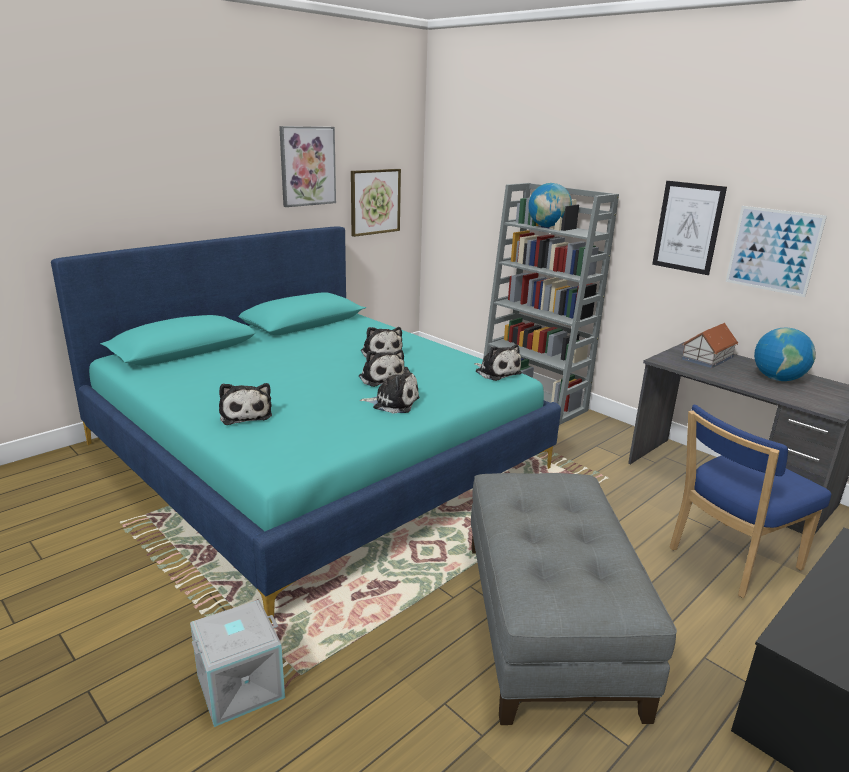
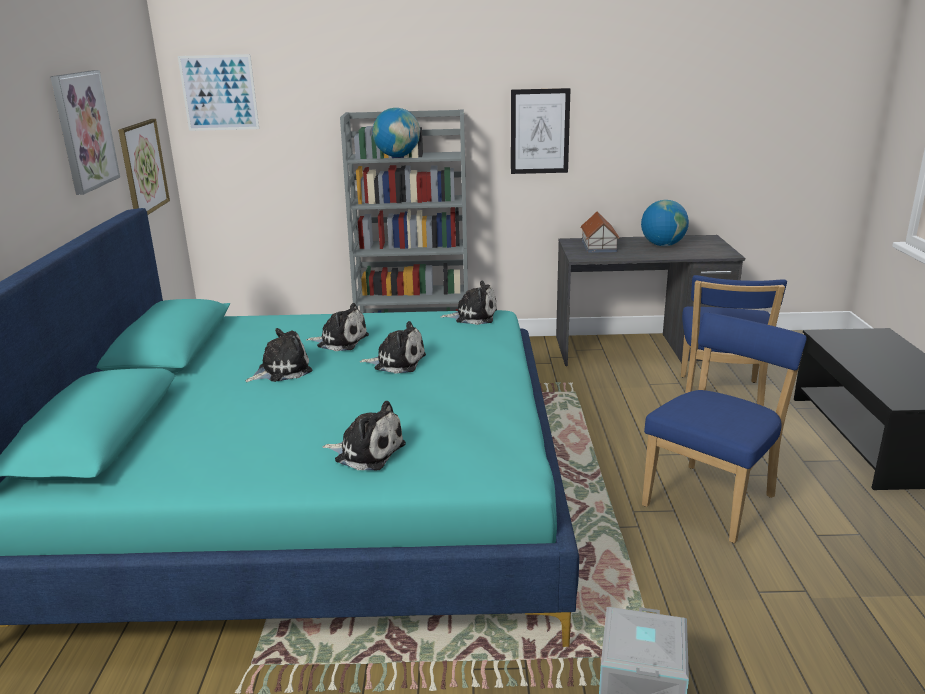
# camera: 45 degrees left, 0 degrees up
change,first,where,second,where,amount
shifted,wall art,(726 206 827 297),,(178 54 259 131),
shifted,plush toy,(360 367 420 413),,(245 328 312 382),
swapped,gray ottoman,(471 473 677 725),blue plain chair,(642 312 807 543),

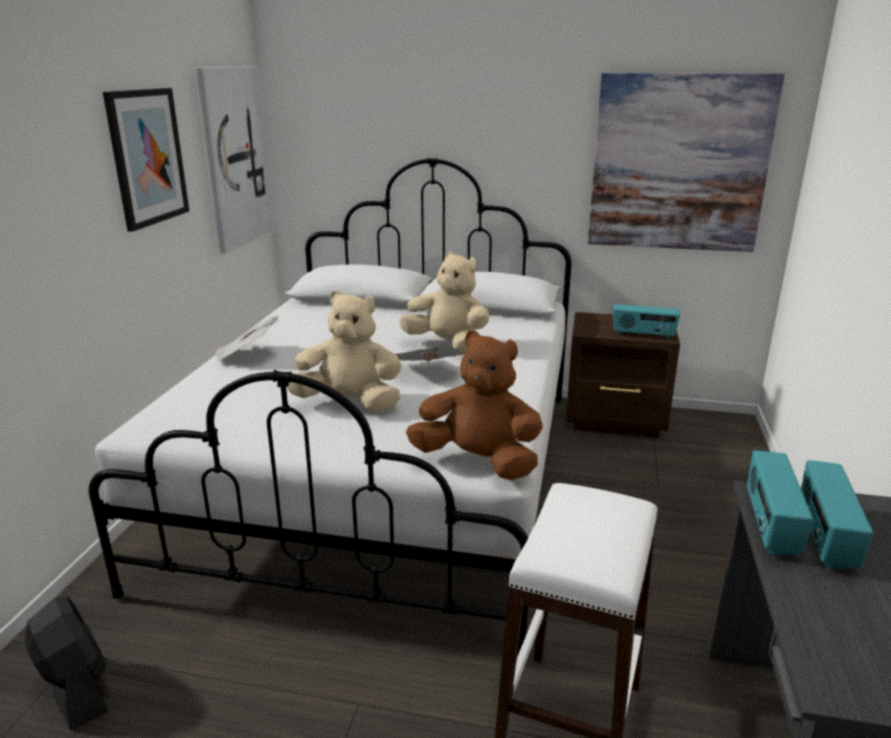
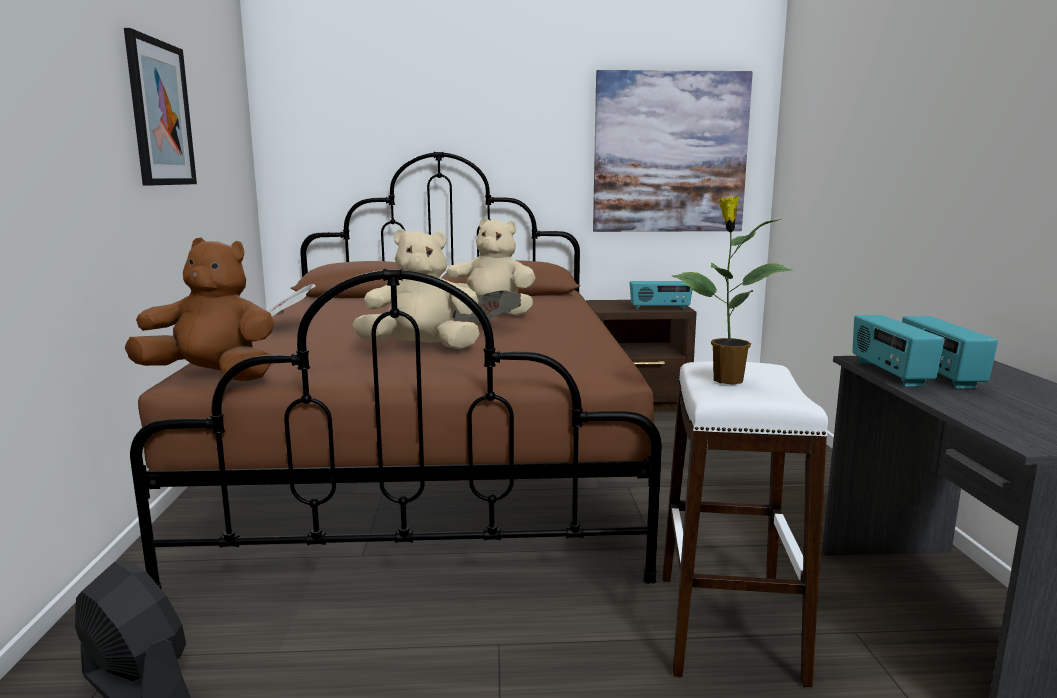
# camera: 15 degrees left, 10 degrees down
change,first,where,second,where,amount
shifted,brown-coloured plush toy,(406 330 543 480),,(124 237 274 381),
repainted,white sleeping bed,(89 158 572 657),brown-coloured sleeping bed,(130 152 662 590),
new,,,plant in a pot,(671 196 793 385),
gone,wall art,(195 66 273 254),,,

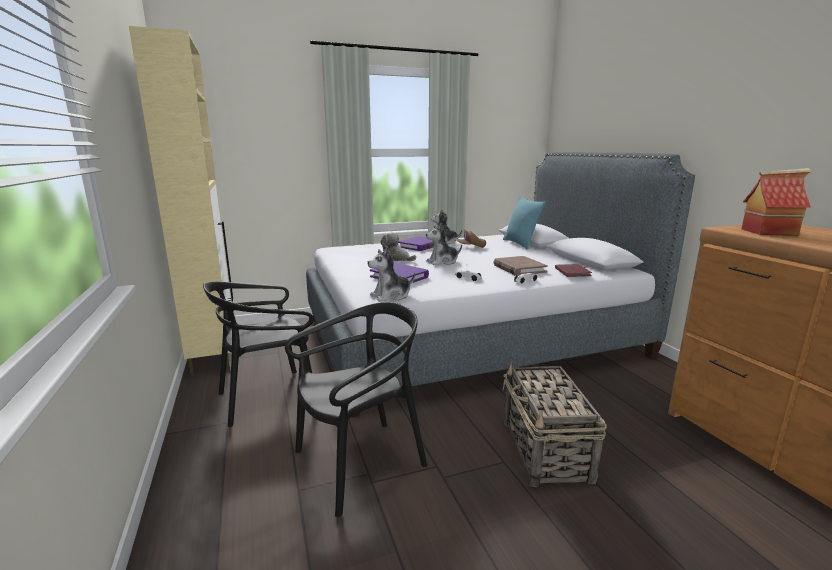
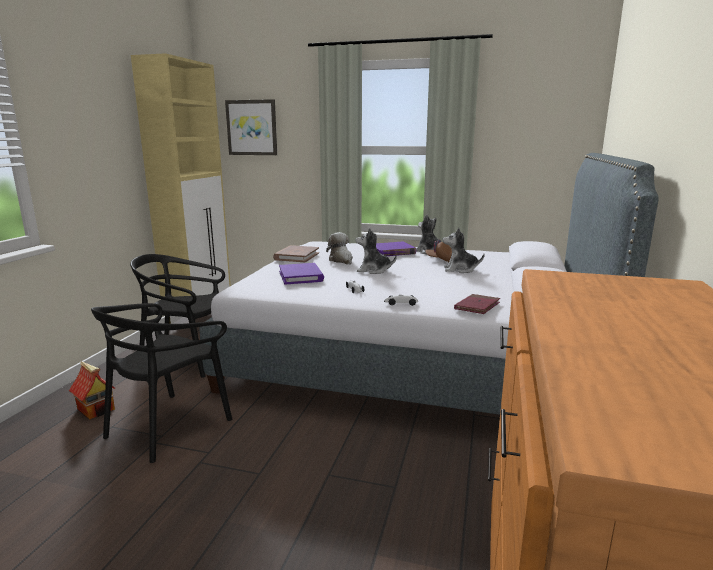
# camera: 35 degrees right, 0 degrees up
change,first,where,second,where,amount
shifted,miniature house,(742 168 811 235),,(69 361 115 420),
rotated,black-coloured plain chair,(285 302 427 517),,(91 303 232 463),120 degrees clockwise
new,,,wall art,(225 99 277 155),
shifted,brown-coloured volume,(494 256 548 276),,(273 245 319 262),
shifted,plush toy,(368 246 415 302),,(443 228 485 273),
gone,turquoise pillow,(503 196 546 249),,,
gone,basket,(503 362 607 487),,,

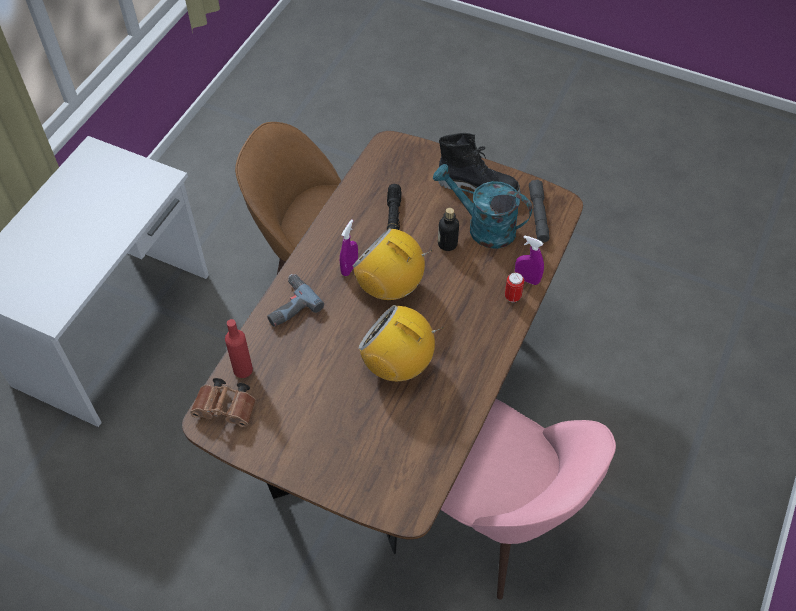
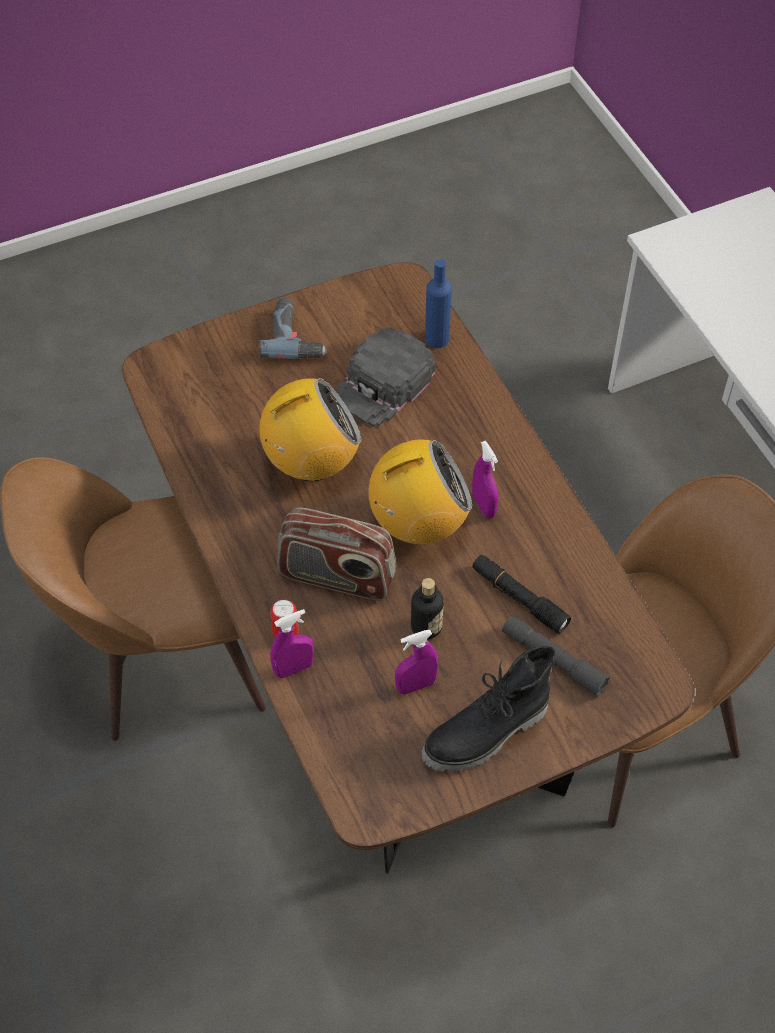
# camera: 130 degrees right, 0 degrees up
change,first,where,second,where,amount
repainted,pink-coloured plain chair,(441 399 616 600),brown-coloured plain chair,(0 457 266 741),
shifted,power drill,(267 274 324 327),,(258 298 327 359),
new,,,radio receiver,(277 507 396 601),
new,,,black-coloured cap,(336 328 436 427),
swapped,turquoise watering pot,(433 164 532 249),purple-coloured hand sprayer,(395 630 438 695),
repainted,red bottle,(225 319 253 378),blue bottle,(425 259 452 348),
shifted,gray flashlight,(529 180 549 243),,(502 615 610 697),
gone,brown-coloured binoculars,(190 378 256 427),,,

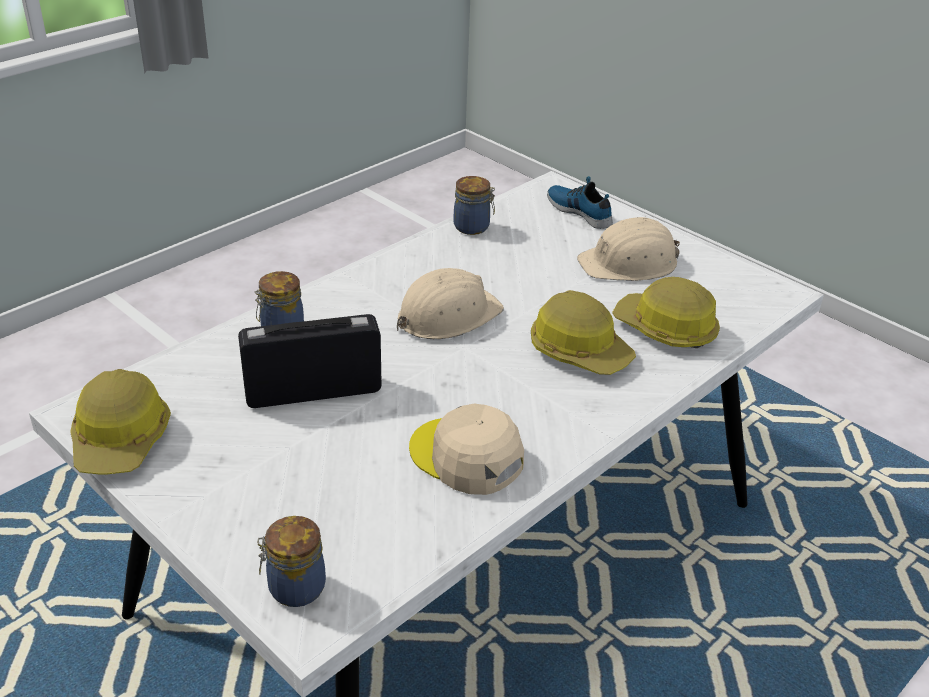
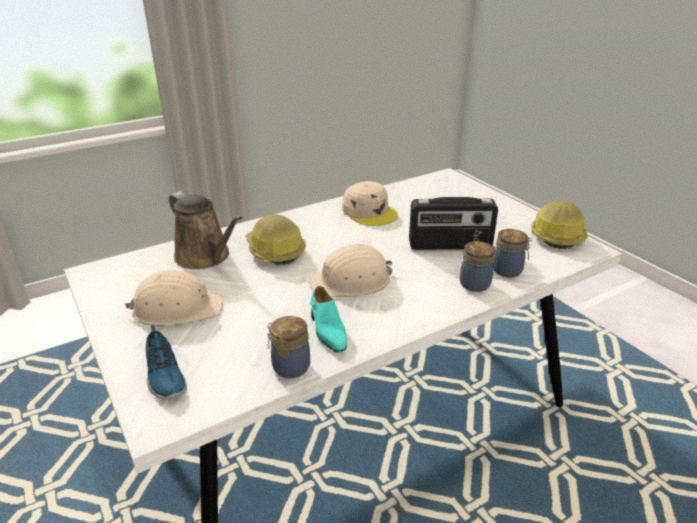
# camera: 165 degrees left, 5 degrees down
change,first,where,second,where,amount
swapped,safety helmet,(612 277 720 348),brown-coloured watering pot,(169 191 242 269),
new,,,turquoise low shoe,(310 286 347 353),
shifted,preserve jar,(257 516 326 607),,(493 229 532 278),

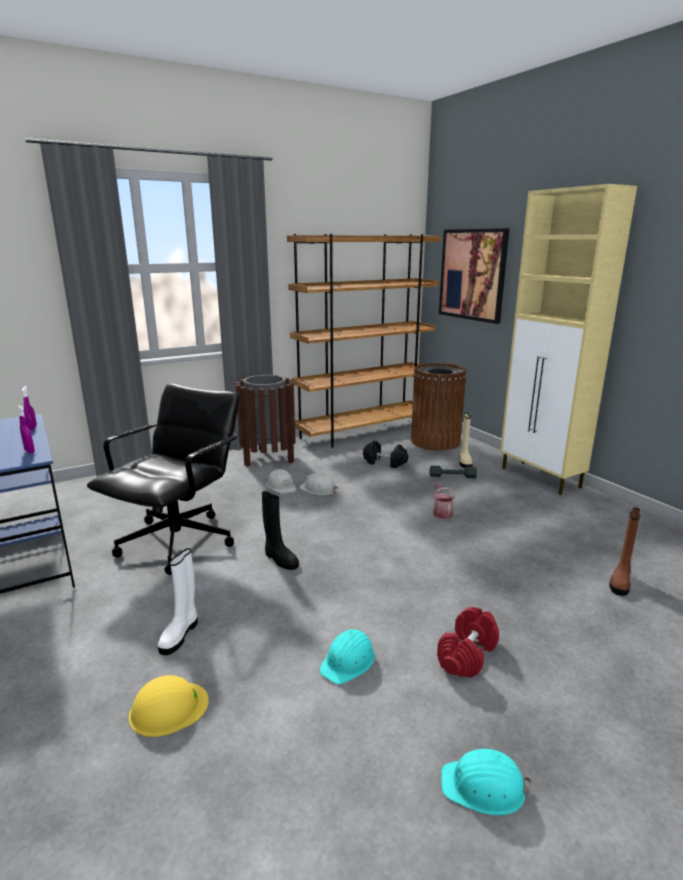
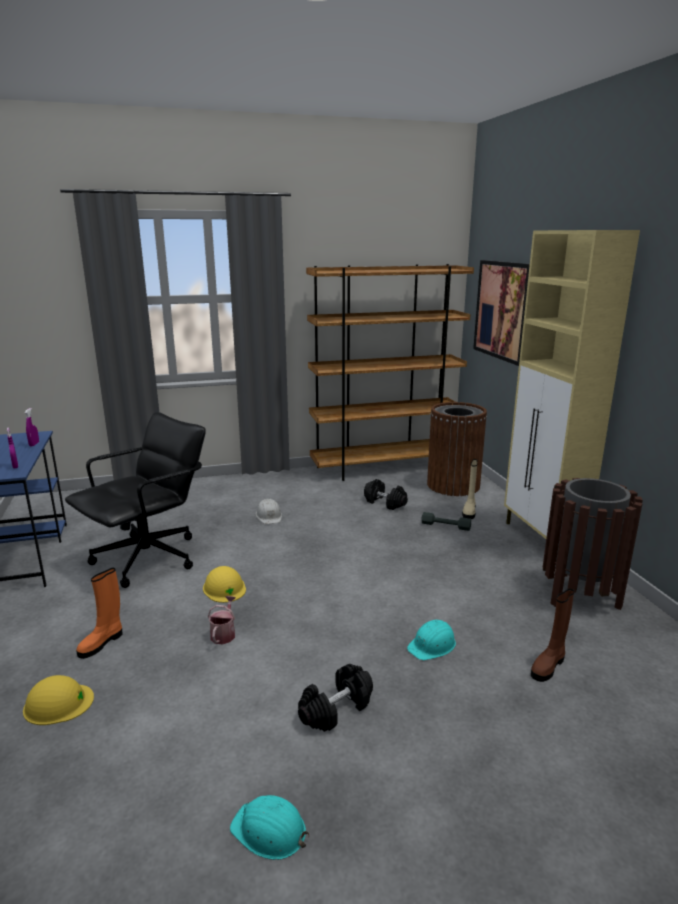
# camera: 15 degrees right, 0 degrees up
change,first,where,second,where,amount
repainted,white tall boot,(158 548 198 655),orangey tall boot,(76 568 123 659),
swapped,black-coloured tall boot,(262 491 299 570),yellowish safety helmet,(203 566 246 603),
shifted,watering pot,(433 484 455 519),,(208 596 236 644),
repainted,red free weight,(437 607 499 678),black-coloured free weight,(298 664 373 732),
shifted,turquoise safety helmet,(319 629 375 684),,(407 620 456 660),
shifted,brown-coloured rubbish bin,(235 375 296 467),,(543 478 643 610),
gone,white safety helmet,(299 473 338 495),,,

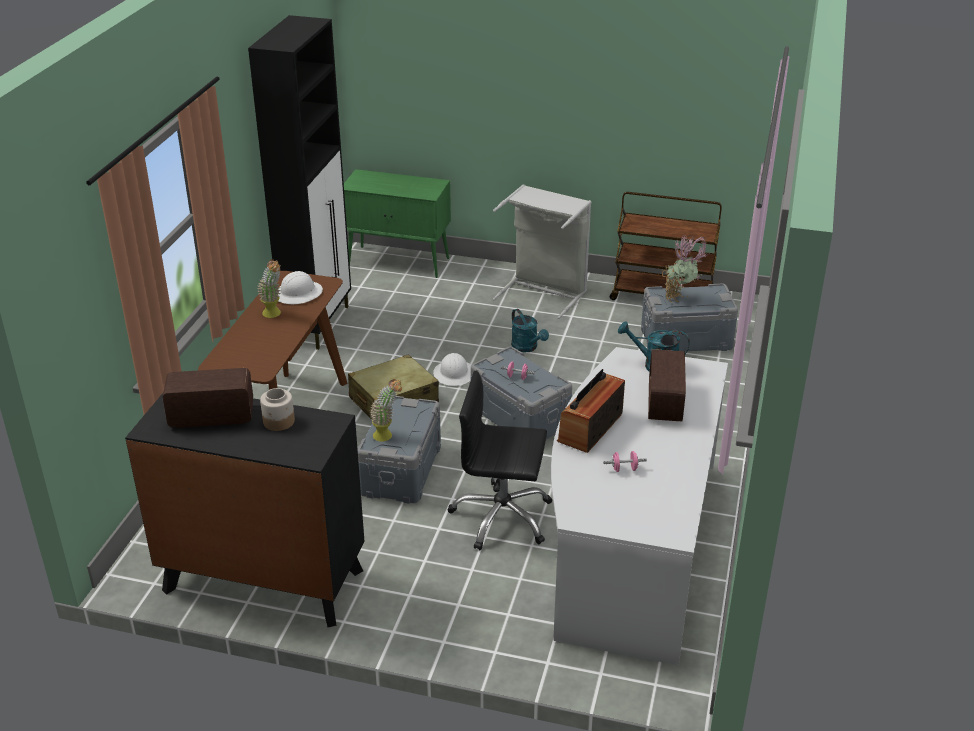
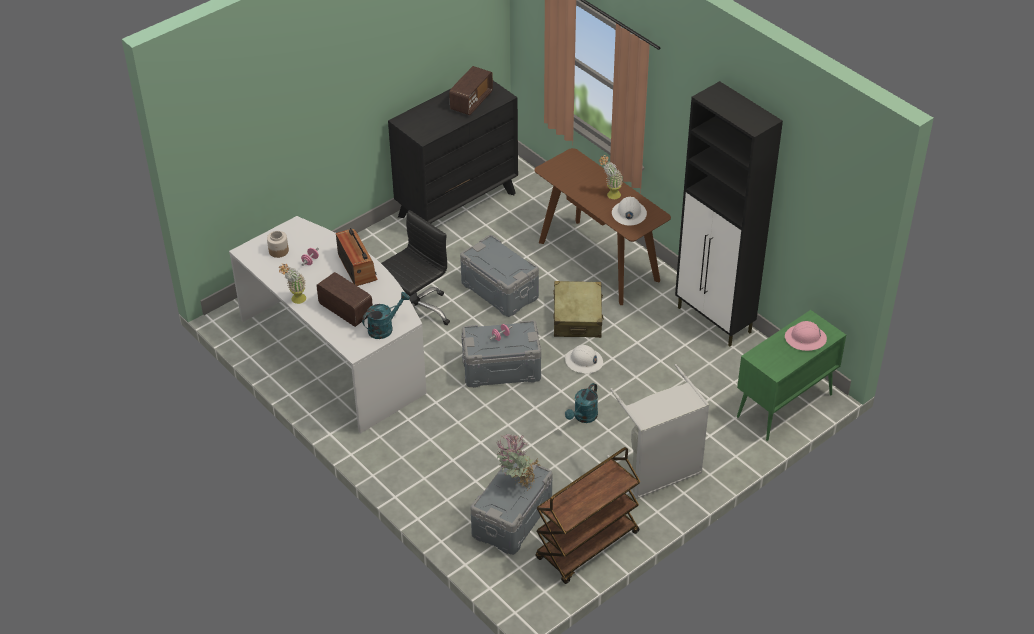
# camera: 125 degrees right, 10 degrees up
change,first,where,second,where,amount
shifted,preserve jar,(260 388 295 431),,(267 231 289 258),
shifted,plant in a pot,(370 379 402 441),,(279 264 306 304),
rotated,turquoise watering pot,(511 309 549 353),,(565 383 598 423),60 degrees counterclockwise
new,,,pink-coloured safety helmet,(785 321 827 351),

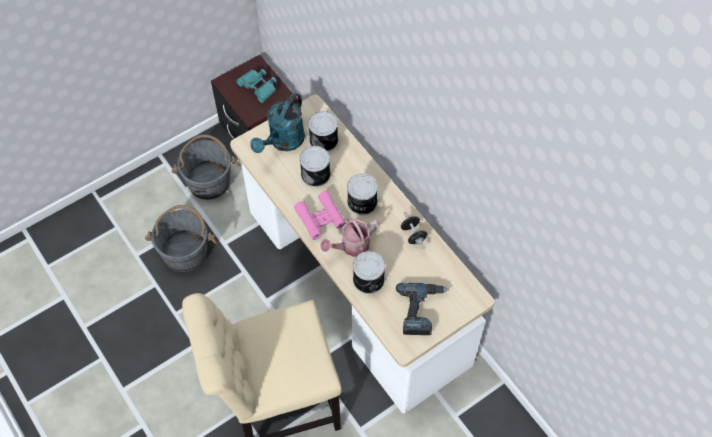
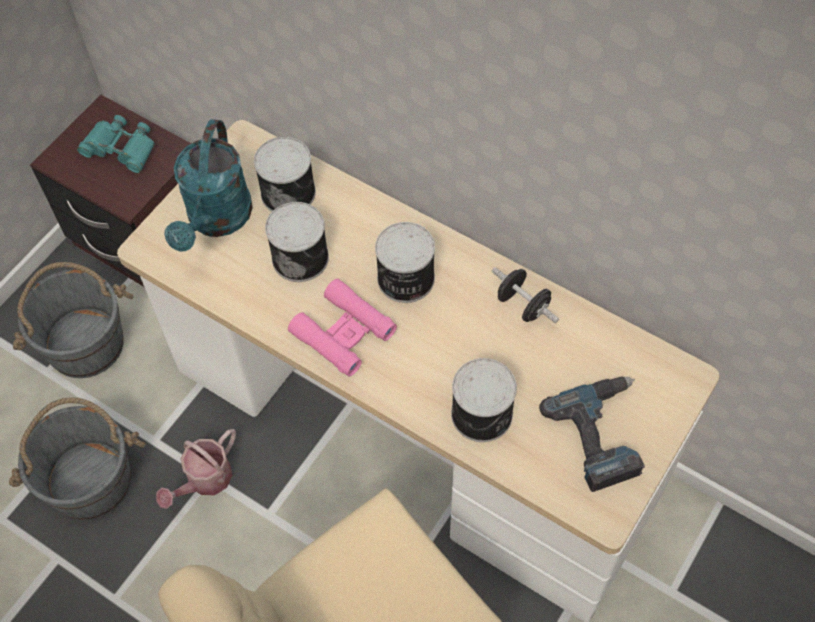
# camera: 20 degrees left, 0 degrees up
change,first,where,second,where,amount
shifted,watering pot,(320 217 380 257),,(156 429 236 509),

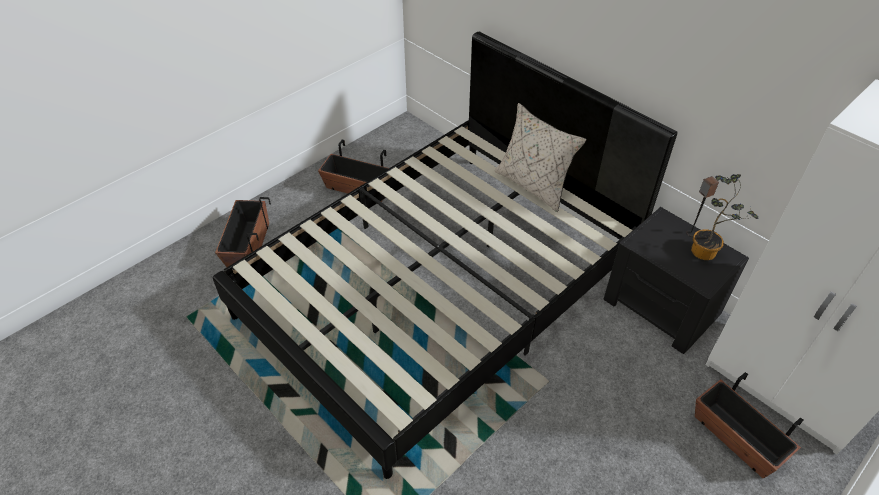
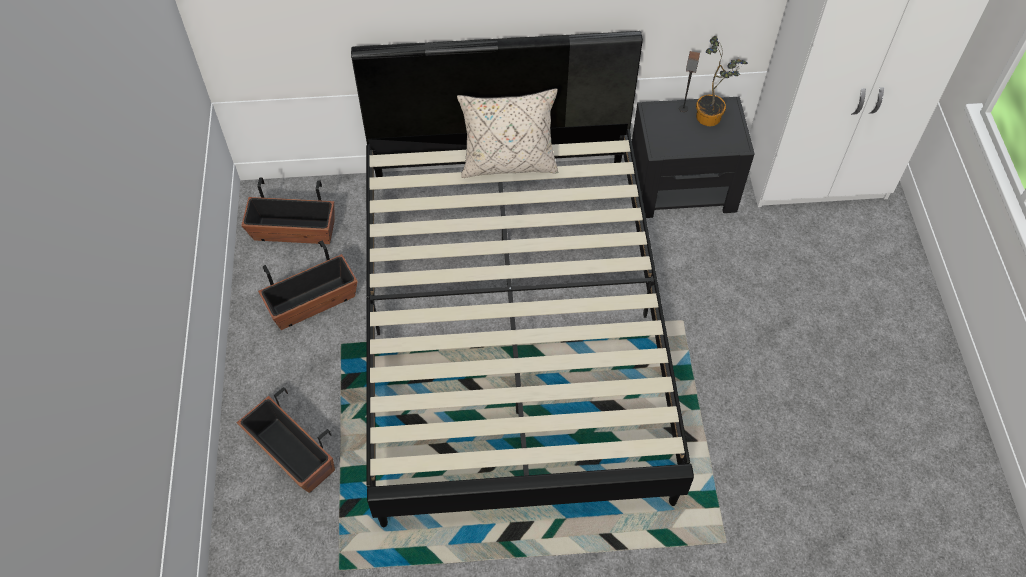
# camera: 50 degrees left, 10 degrees up
change,first,where,second,where,amount
shifted,plant pot,(695 372 803 478),,(241 178 335 244),

